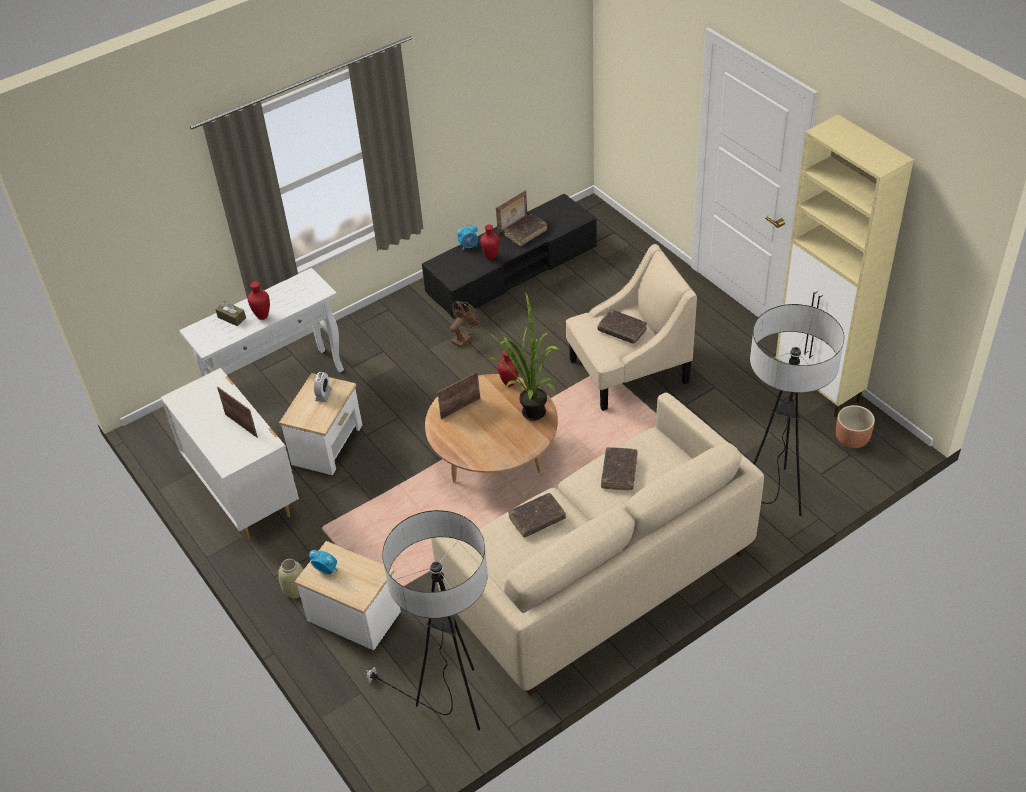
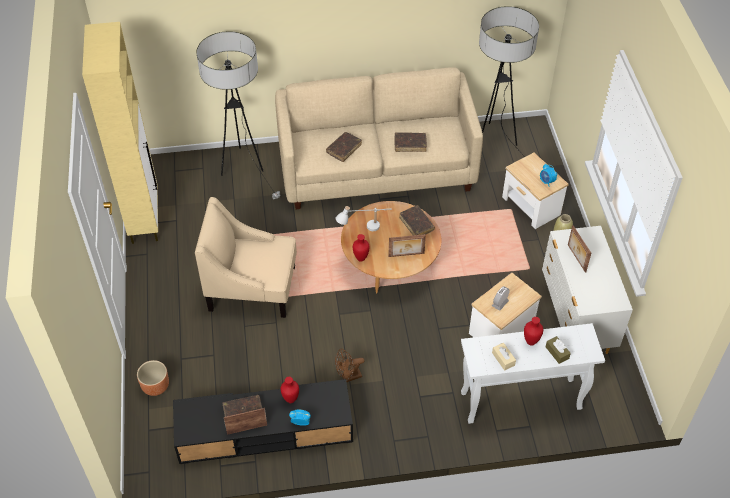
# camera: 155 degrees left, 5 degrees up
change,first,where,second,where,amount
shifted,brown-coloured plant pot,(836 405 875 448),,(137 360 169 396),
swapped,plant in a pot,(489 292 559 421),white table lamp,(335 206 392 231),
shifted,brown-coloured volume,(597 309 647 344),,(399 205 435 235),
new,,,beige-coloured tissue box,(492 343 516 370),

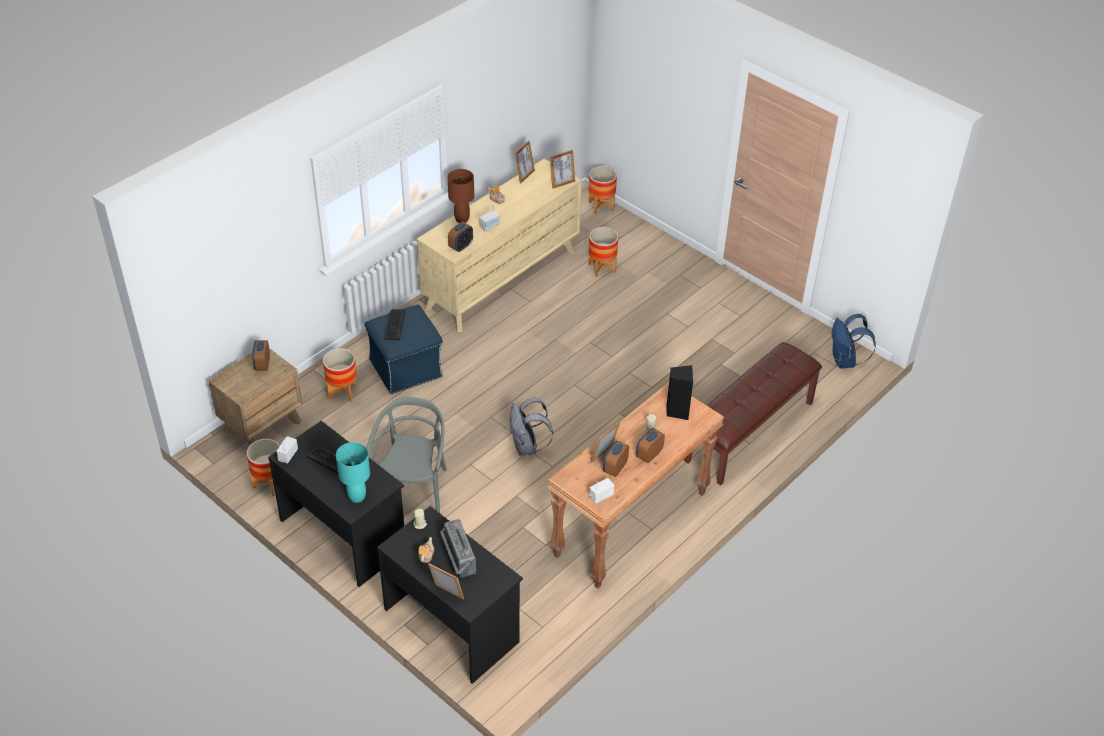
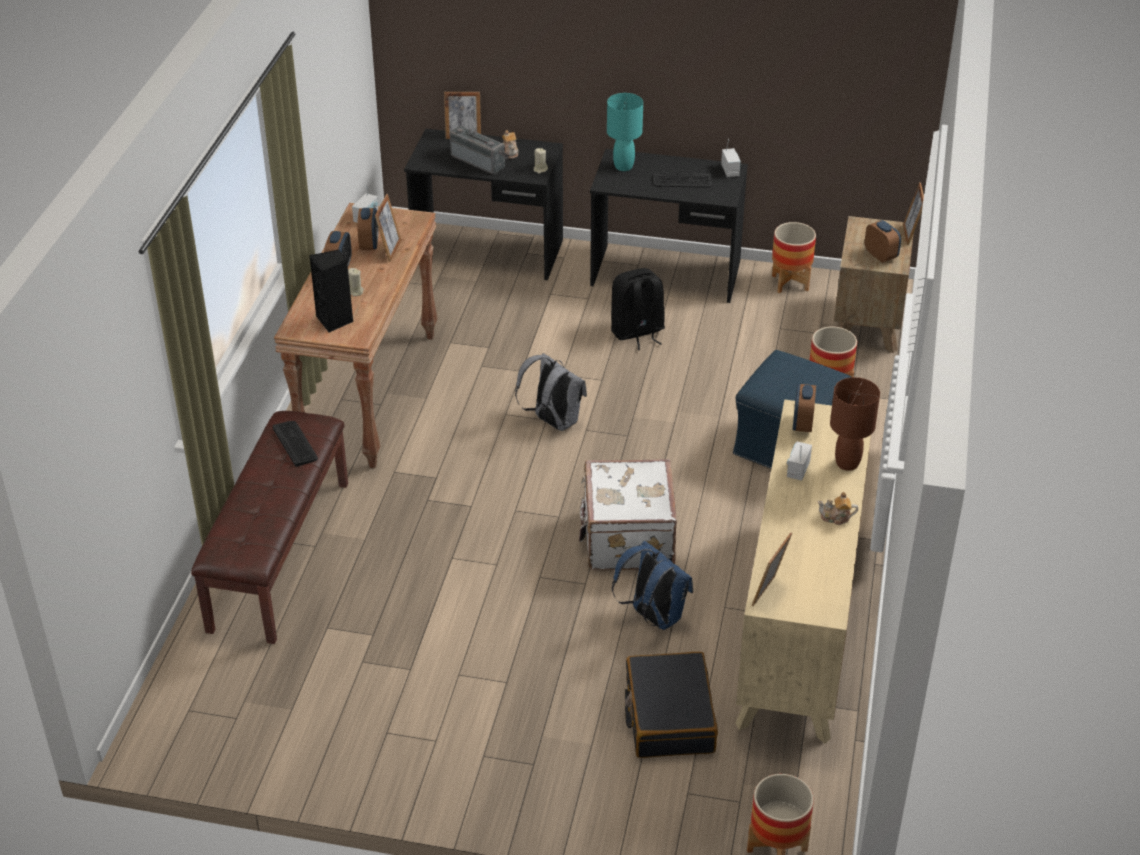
# camera: 150 degrees right, 5 degrees down
change,first,where,second,where,amount
shifted,PC keyboard,(384 309 405 341),,(273 421 318 467),
new,,,white suitcase,(579 459 677 571),
swapped,gray plain chair,(367 397 446 513),black-coloured knapsack,(611 268 665 350),
shifted,blue knapsack,(832 314 876 368),,(612 541 693 630),
swapped,plant pot,(588 227 618 277),black-coloured suitcase,(625 652 718 758),
shifted,standing frame,(514 141 535 183),,(903 182 924 246),

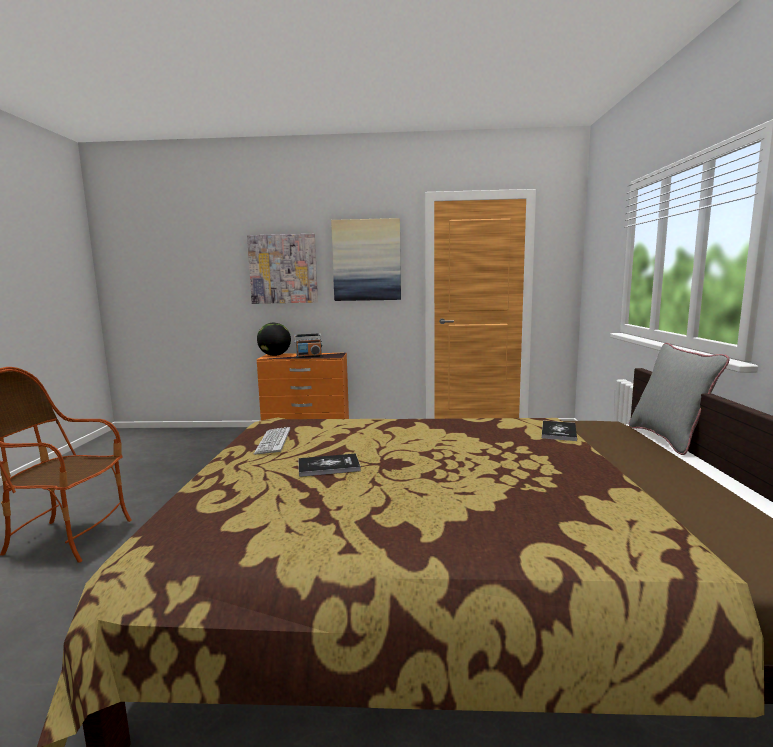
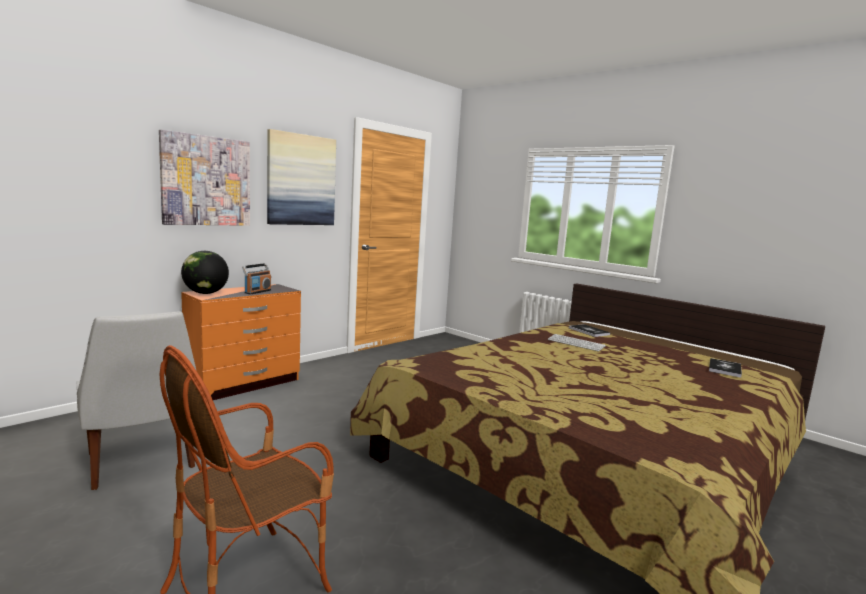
# camera: 50 degrees left, 0 degrees up
change,first,where,second,where,amount
new,,,white plain chair,(76 311 197 490),
shifted,PC keyboard,(254 427 290 455),,(548 334 606 352),
shifted,volume,(298 453 361 477),,(709 358 742 378),
gone,gray pillow,(629 343 729 455),,,

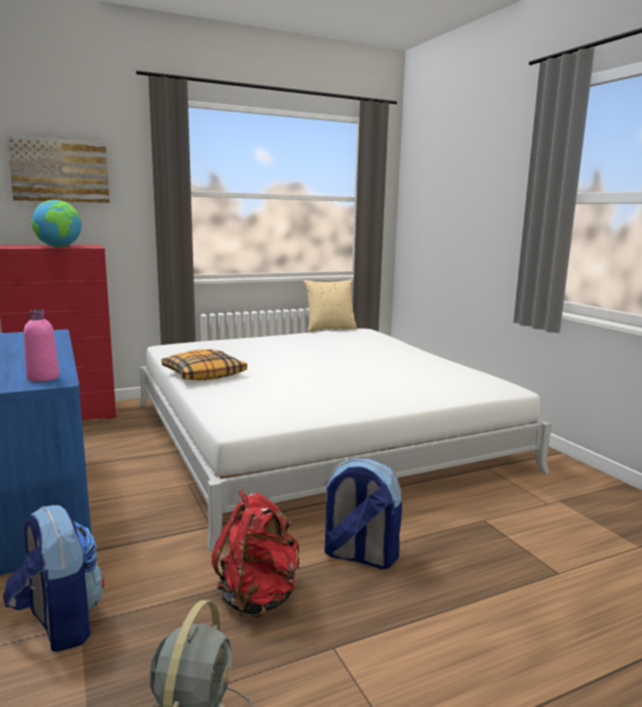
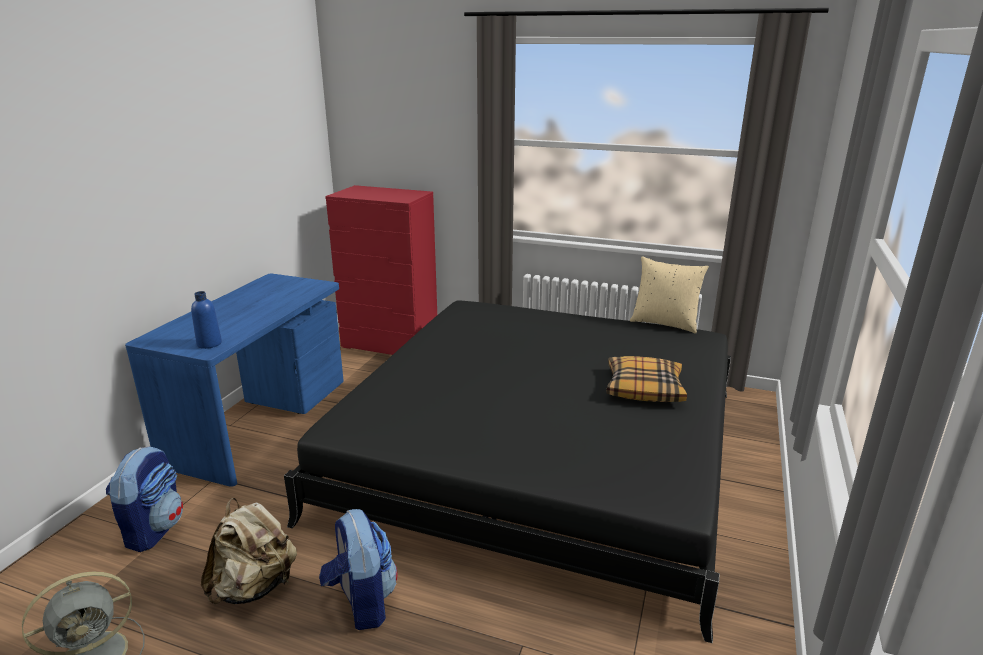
# camera: 45 degrees right, 10 degrees up
change,first,where,second,where,amount
repainted,pink-coloured bottle,(24 309 59 382),blue bottle,(191 291 222 349),
repainted,red knapsack,(212 490 299 618),beige-coloured knapsack,(201 498 297 604),
repainted,white sleeping bed,(139 329 551 551),black-coloured sleeping bed,(284 301 731 643),
shifted,pillow,(162 349 247 380),,(607 356 687 402),
gone,wall art,(7 136 110 203),,,
gone,world globe,(31 200 82 247),,,

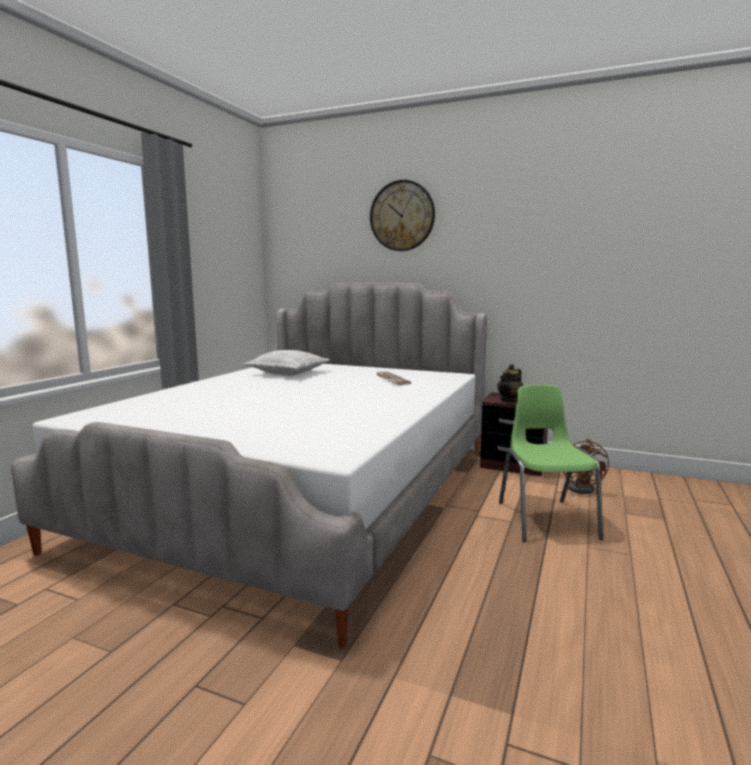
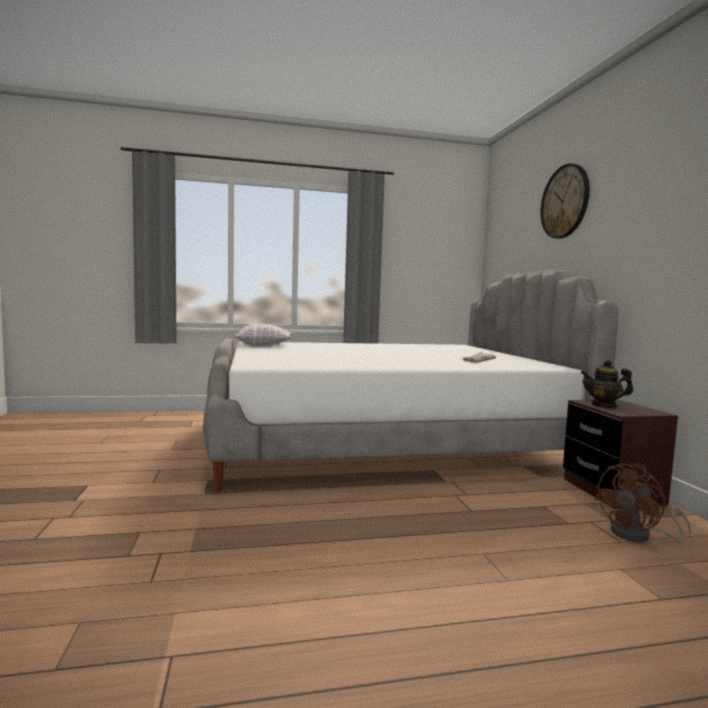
# camera: 55 degrees right, 5 degrees down
change,first,where,second,where,amount
shifted,pillow,(243 350 330 376),,(233 324 292 346),
gone,green-coloured plain chair,(499 384 603 542),,,

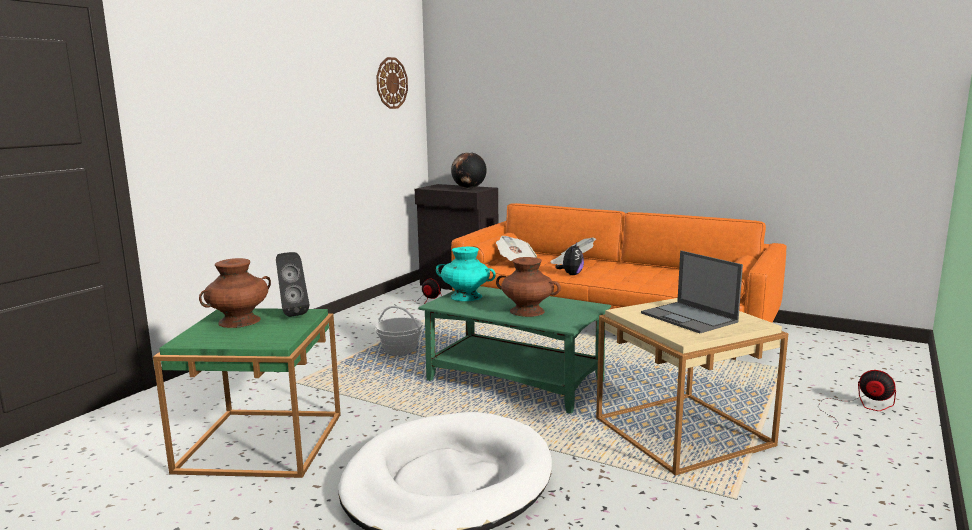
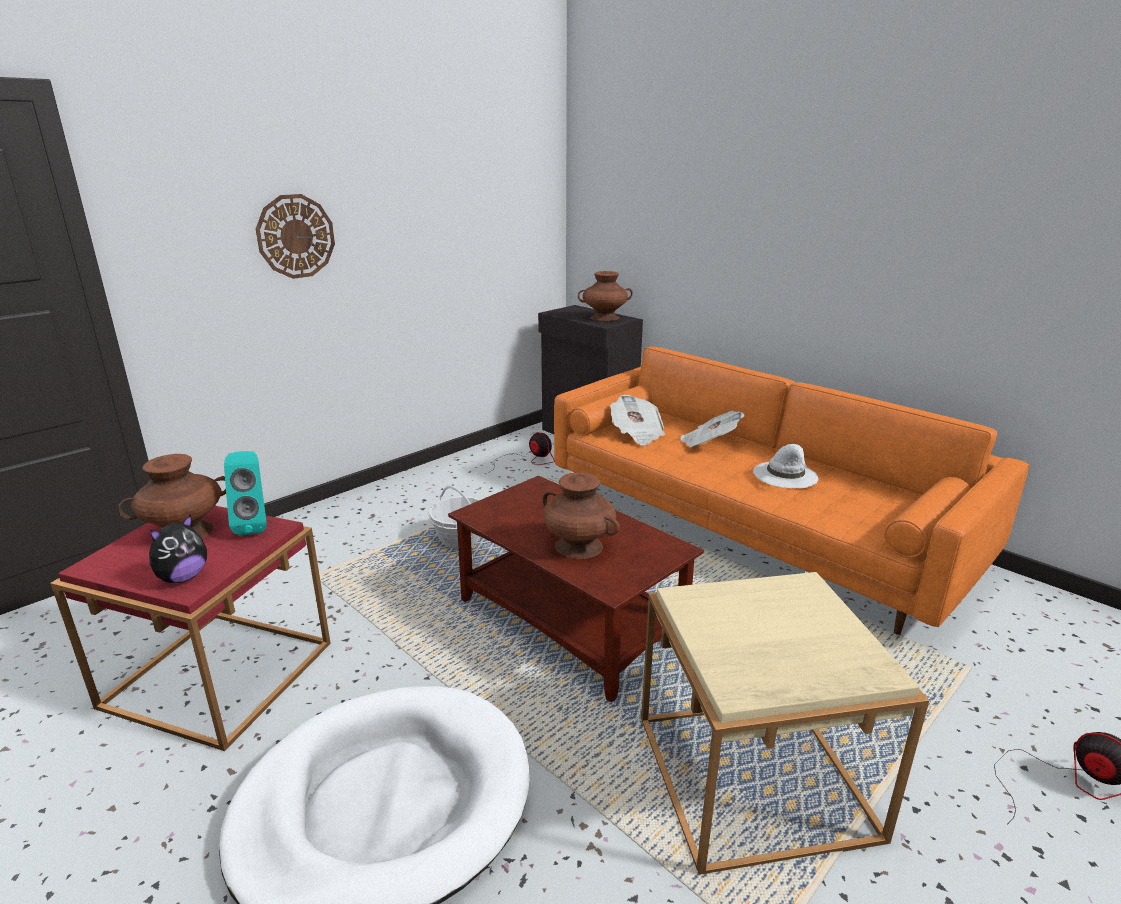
# camera: 15 degrees right, 10 degrees up
change,first,where,second,where,amount
repainted,green-coloured accent table,(153 308 341 478),red accent table,(50 506 331 751),
shifted,plush toy,(555 243 584 275),,(149 514 207 583),
repainted,black-coloured audio speaker,(276 252 309 317),turquoise audio speaker,(224 451 267 535),
shifted,clock on the wall,(376 57 408 109),,(256 194 335 279),
repainted,green-coloured coffee table,(418 286 611 414),brown-coloured coffee table,(448 476 704 703),
swapped,world globe,(451 152 487 189),brown-coloured vase,(578 271 633 321),
new,,,white wearable hat,(753 444 819 488),
gone,turquoise vase,(436 247 496 301),,,
gone,notebook computer,(641 251 743 333),,,

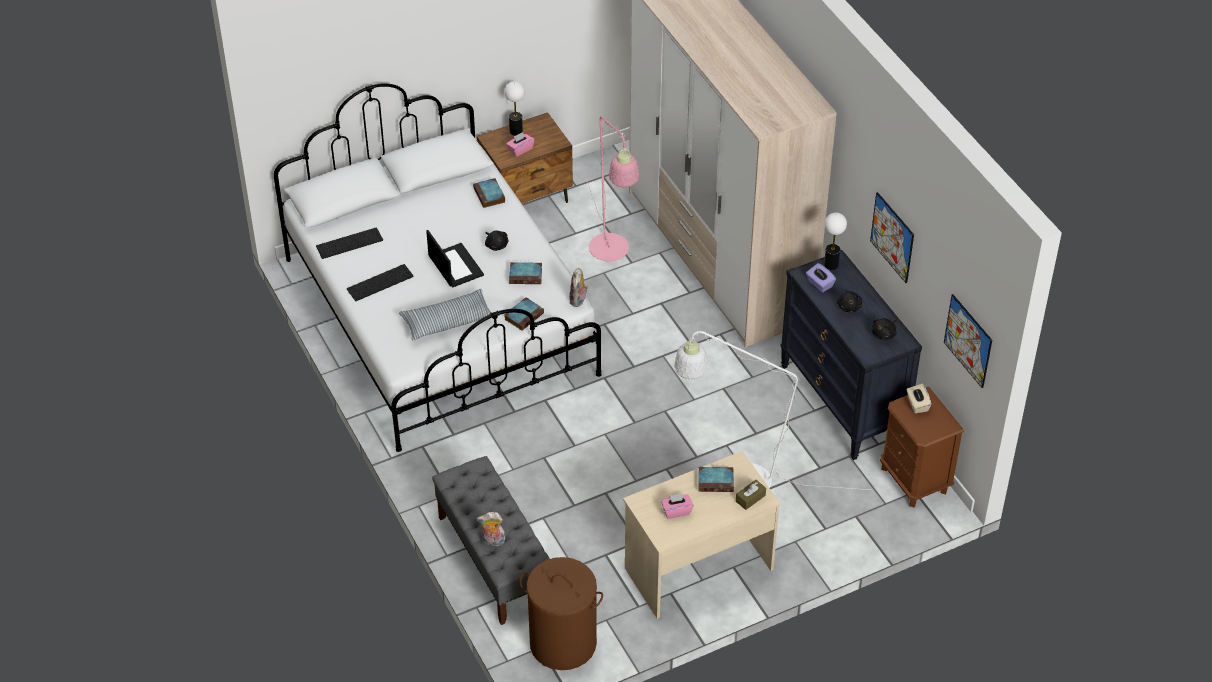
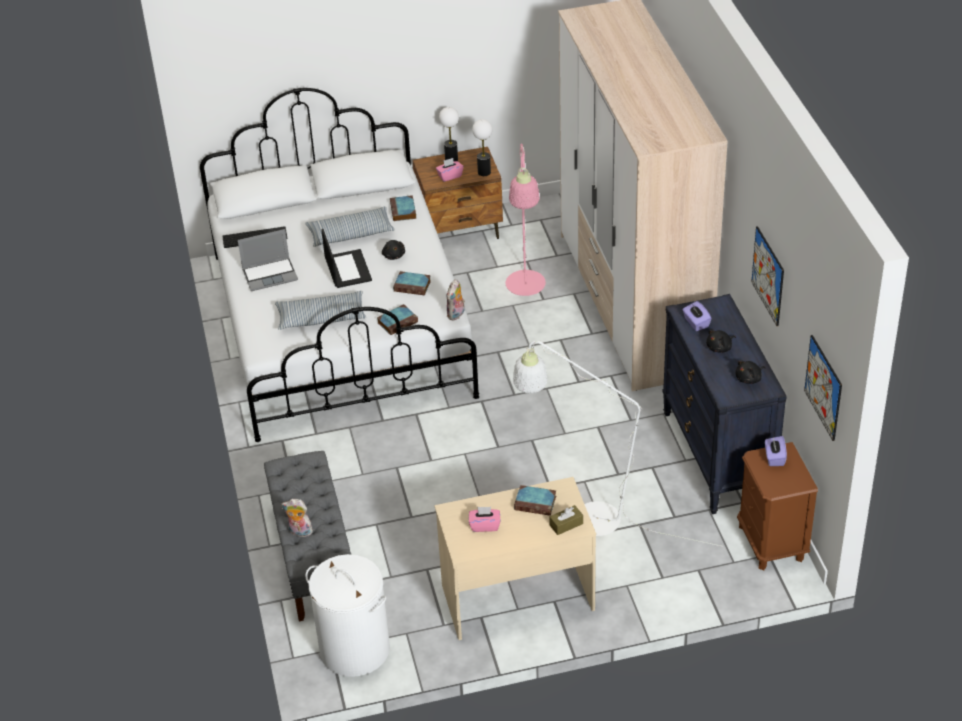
# camera: 15 degrees right, 5 degrees down
change,first,where,second,where,amount
swapped,PC keyboard,(347 264 414 301),notebook computer,(238 229 298 291),
new,,,pillow,(305 206 395 247),
repainted,brown-coloured washing basket,(520 557 603 670),white washing basket,(306 554 390 677),
shifted,table lamp,(824 212 847 270),,(472 119 492 176),
rotated,black-coloured plush toy,(837 290 862 312),,(706 329 736 353),45 degrees clockwise
repainted,beige-coloured tissue box,(906 384 931 414),purple-coloured tissue box,(765 436 787 466),

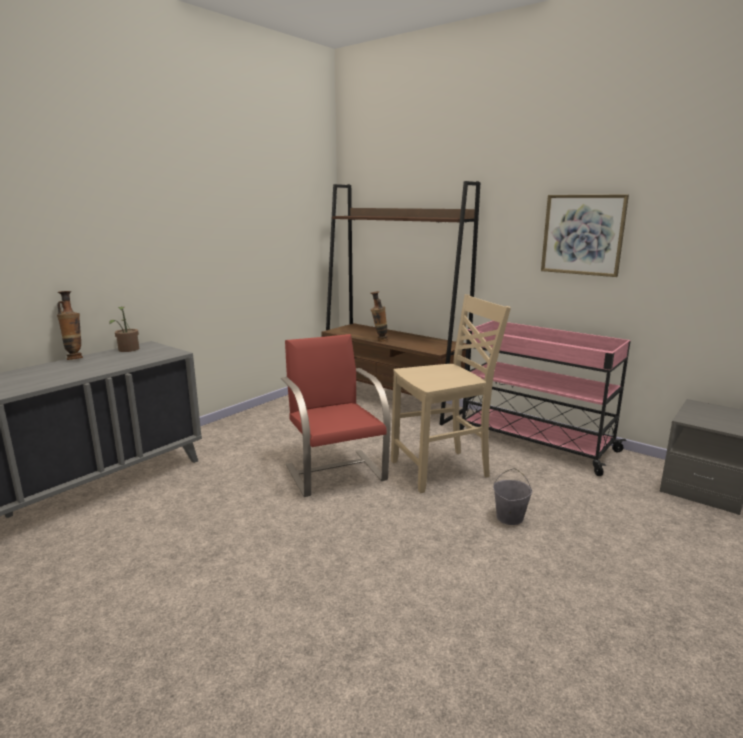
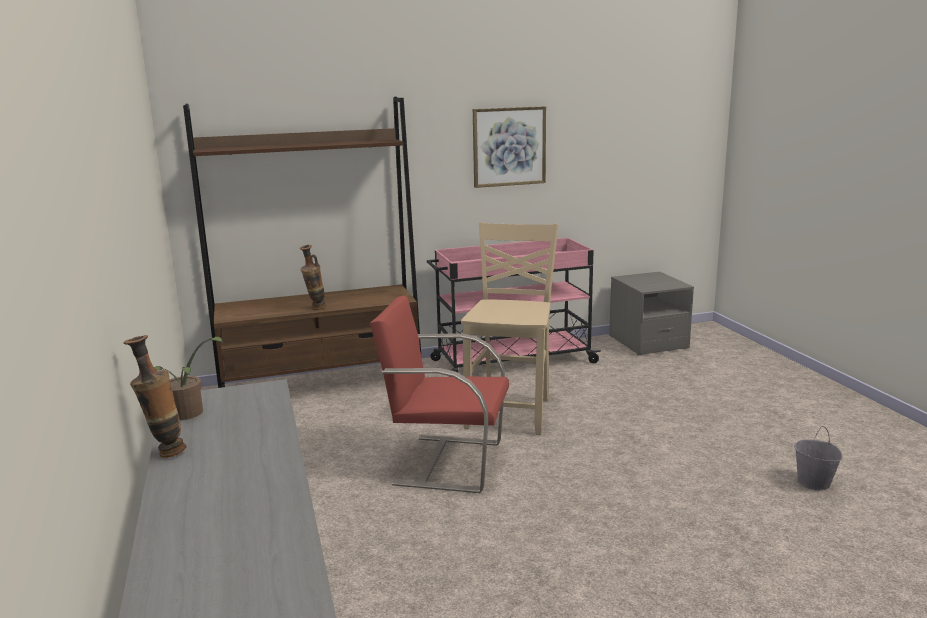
# camera: 55 degrees left, 0 degrees up
change,first,where,second,where,amount
shifted,gray pail,(493 468 532 525),,(794 426 842 491),

